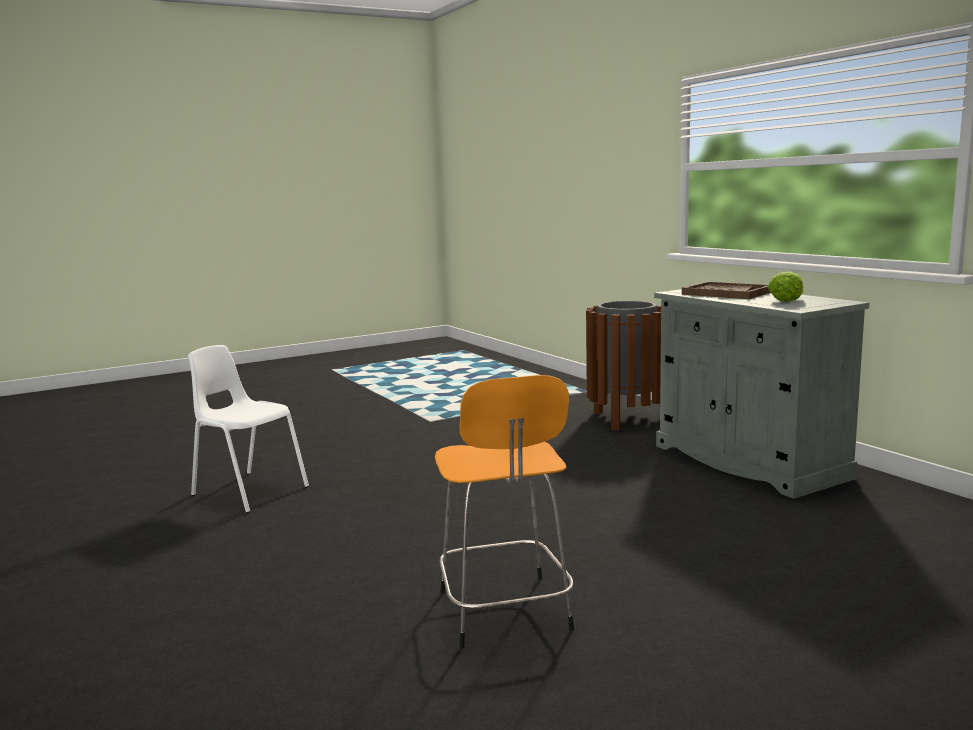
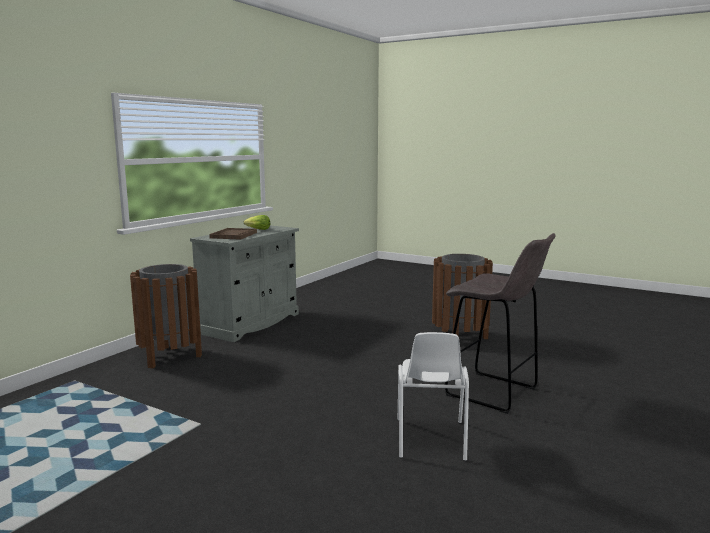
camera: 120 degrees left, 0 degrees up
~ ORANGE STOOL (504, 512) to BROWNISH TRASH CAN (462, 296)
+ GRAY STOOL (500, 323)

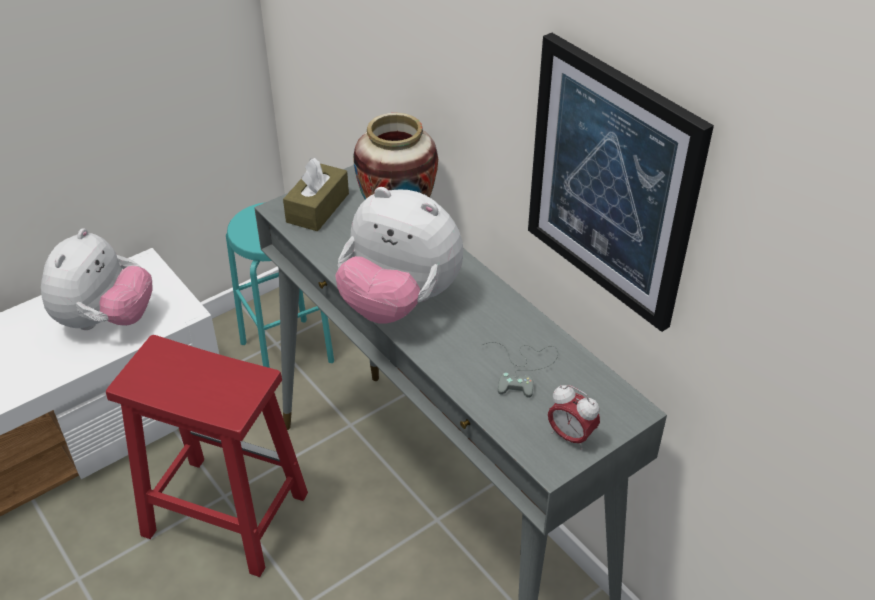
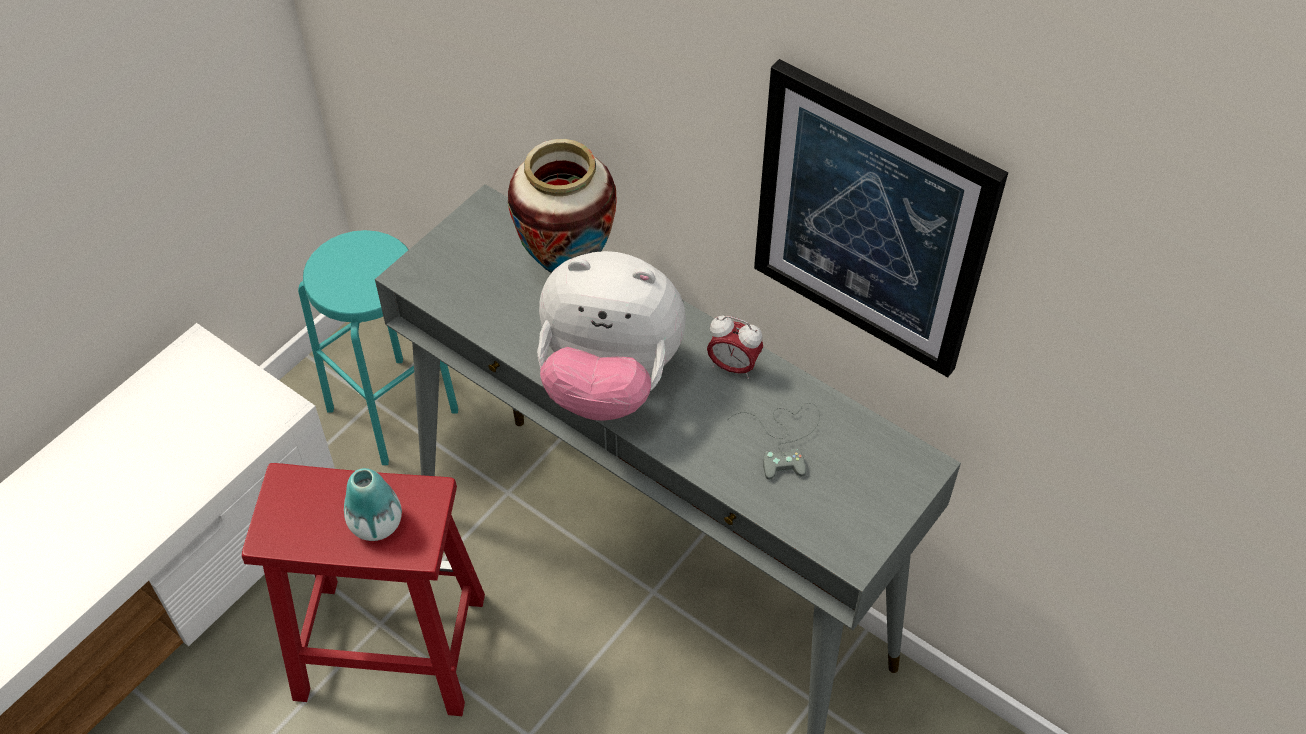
camera: 15 degrees left, 10 degrees up
- BROWNISH BOX OF TISSUES (316, 194)
- PLUSH TOY (96, 279)
~ ALARM CLOCK (574, 417) to (735, 347)
+ DECORATIVE VASE (373, 504)

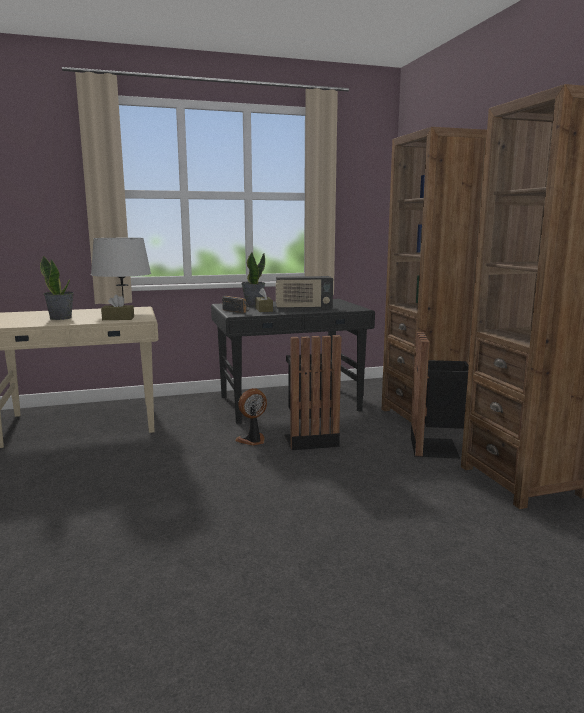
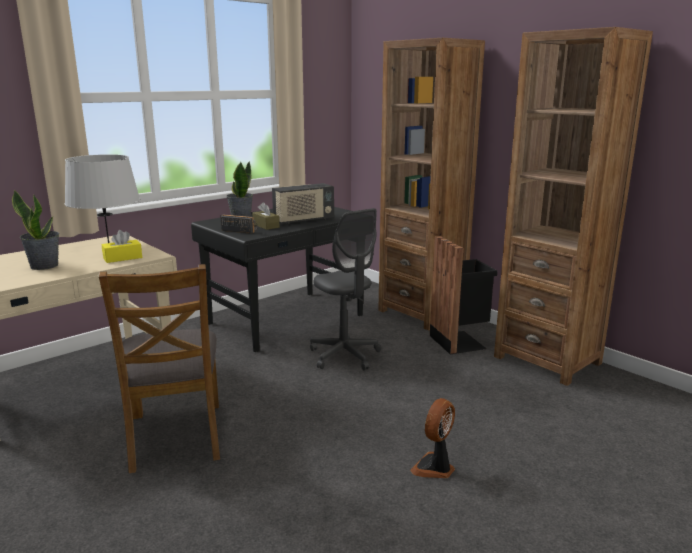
camera: 25 degrees left, 5 degrees up
~ BROWNISH BOX OF TISSUES (117, 307) to YELLOW-COLOURED BOX OF TISSUES (122, 246)
~ BLACKISH TRASH CAN (312, 392) to GRAY OFFICE CHAIR (345, 289)
~ COOLING FAN (251, 417) to (432, 438)
+ BROWNISH PLAIN CHAIR (159, 368)

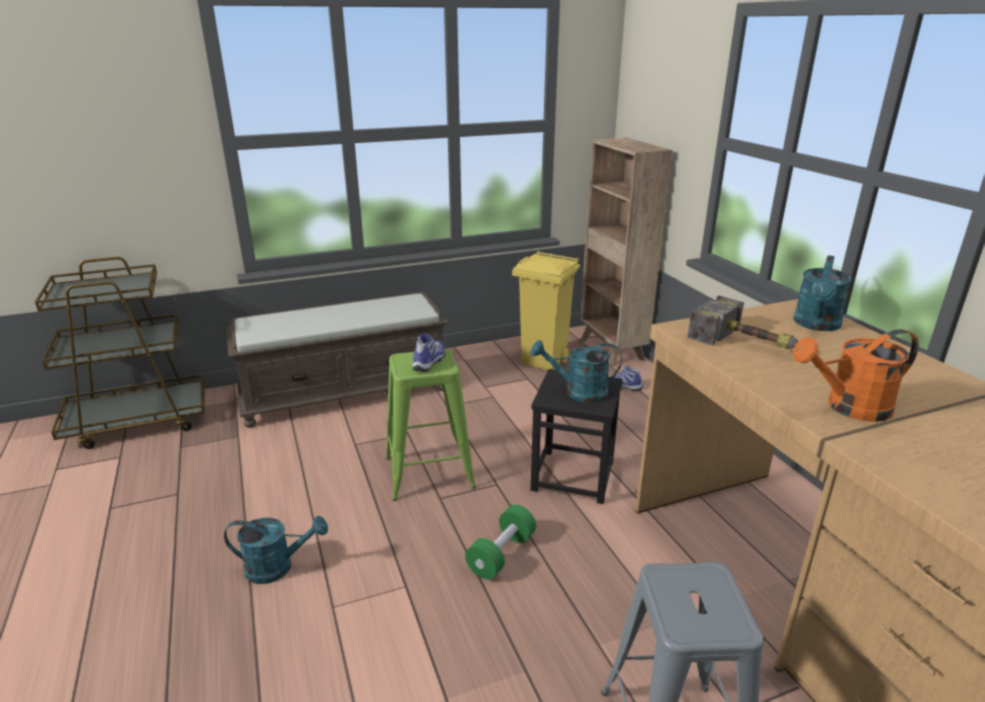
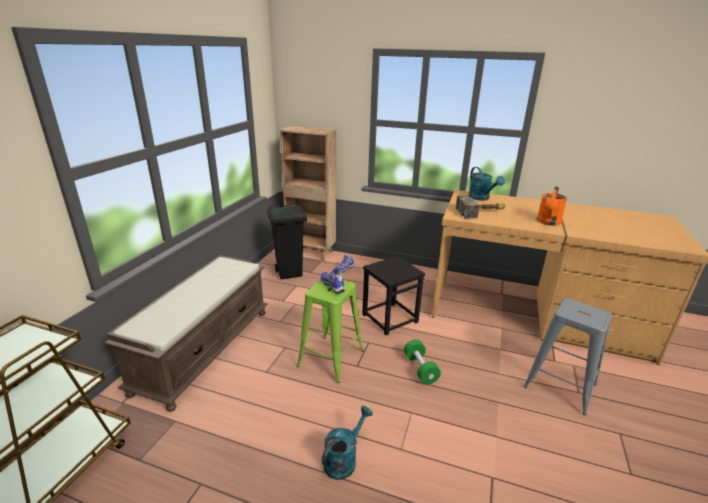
camera: 50 degrees left, 0 degrees up
~ YELLOW-COLOURED TRASH CAN (546, 310) to BLACKISH TRASH CAN (287, 241)
- BLUE-GREEN SPRINKLING CAN (576, 371)

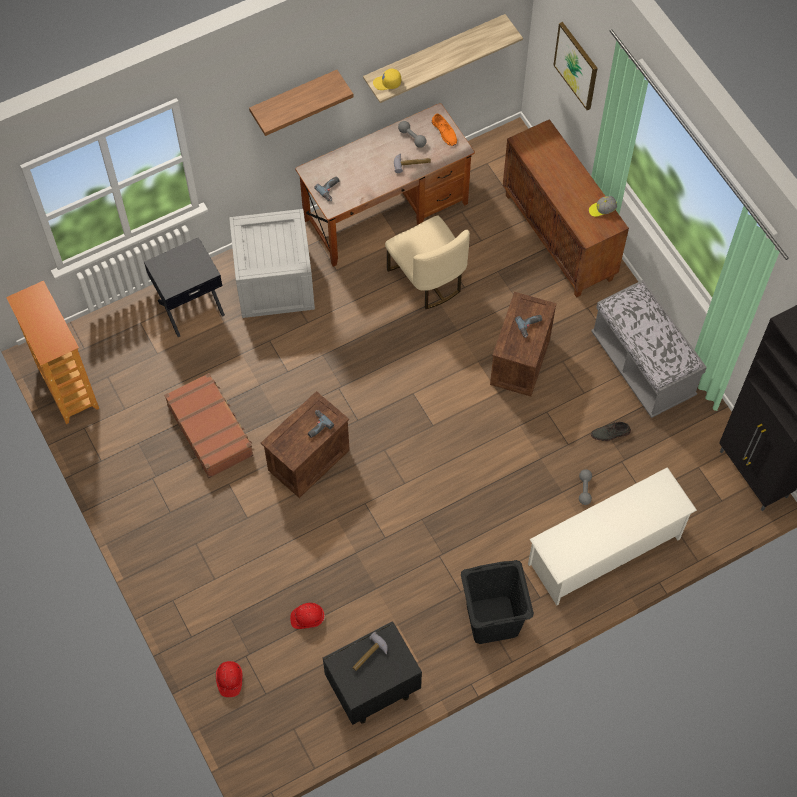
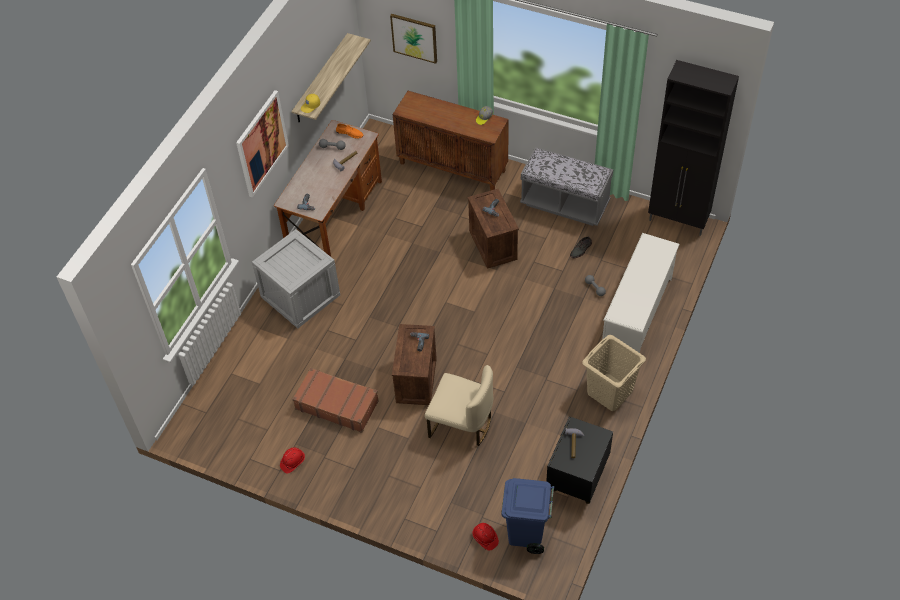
camera: 35 degrees left, 10 degrees down
~ SHELF (301, 103) to WALL PICTURE (262, 143)
~ BEIGE-COLOURED PLAIN CHAIR (427, 262) to (459, 405)
- BLACKISH NIGHT TABLE (184, 287)
- BOOKCASE (52, 352)
~ BLACKISH WASHING BASKET (497, 602) to BEIGE-COLOURED WASHING BASKET (614, 373)
~ REDDISH SAFETY HELMET (307, 616) to (292, 460)
+ BLUE TRASH CAN (527, 516)

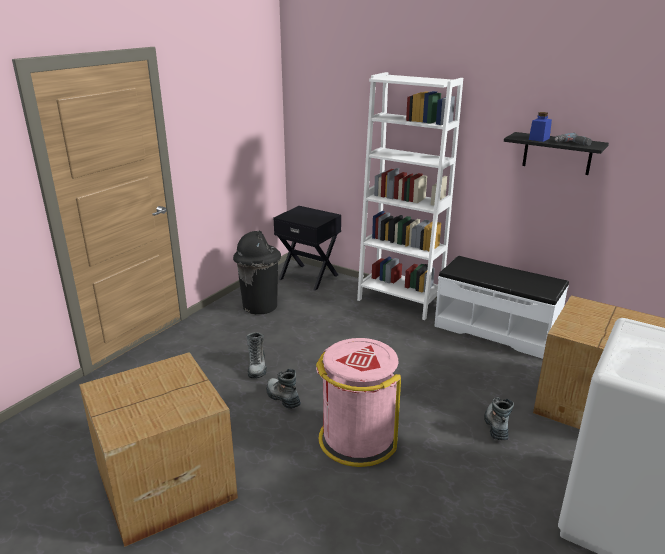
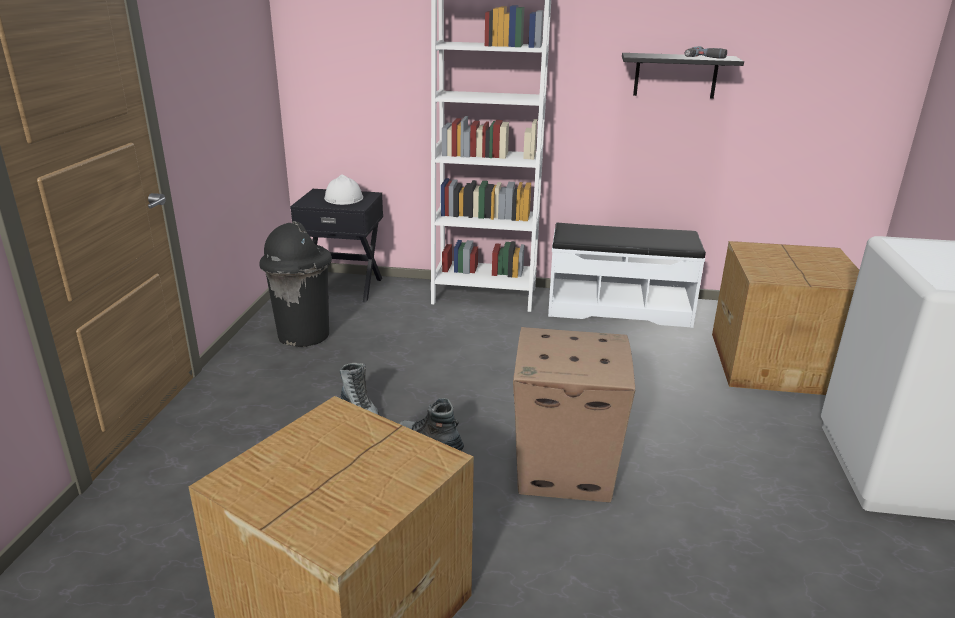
camera: 25 degrees left, 0 degrees up
- BLUE JAR (540, 127)
~ PINK TRASH CAN (358, 402) to CARDBOARD BOX (574, 414)
- BOOT (499, 418)
+ WHITE-COLOURED SAFETY HELMET (343, 189)

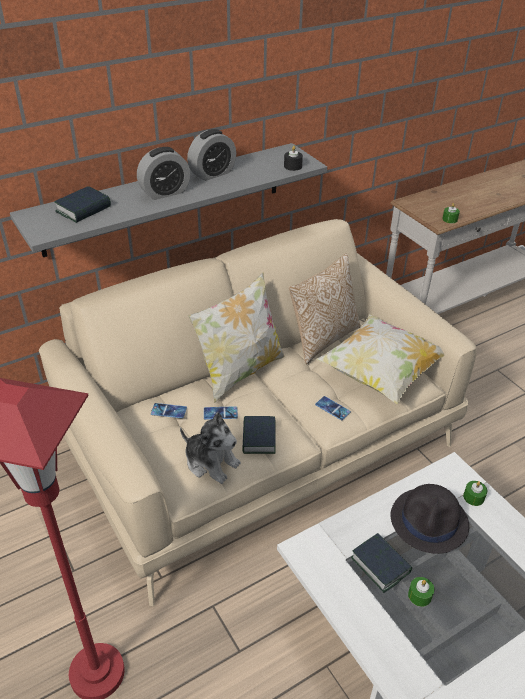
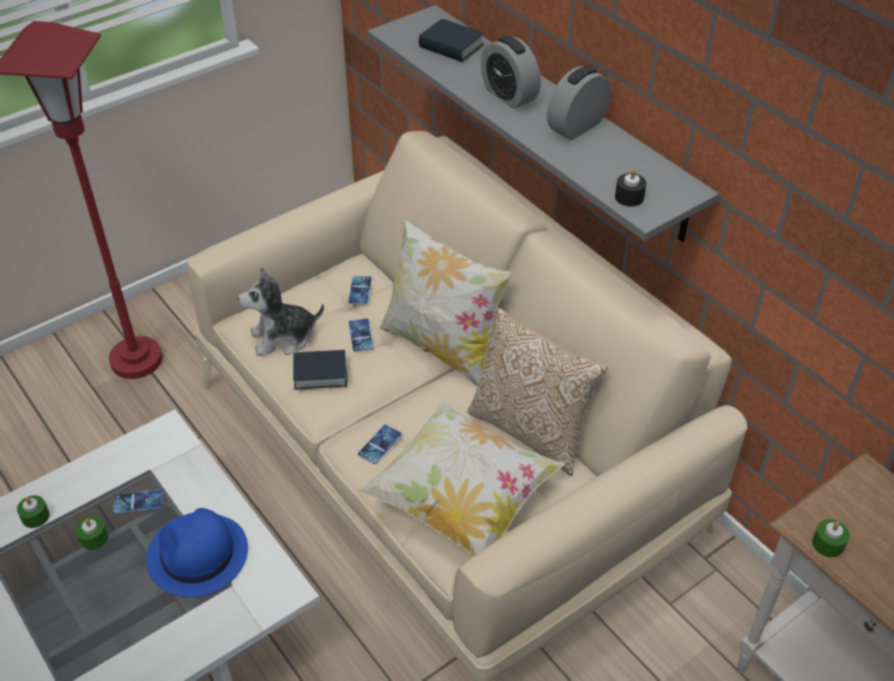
camera: 85 degrees right, 5 degrees up
~ ALARM CLOCK (211, 155) = (579, 103) 90 degrees clockwise
~ PLUSH TOY (210, 448) = (281, 311) 45 degrees clockwise
~ GREEN-COLOURED CANDLE (475, 493) to (33, 511)
~ BLACKISH CLOTHING HAT (429, 519) to BLUE CLOTHING HAT (197, 552)
~ BOUND BOOK (381, 563) to PHONE (138, 501)

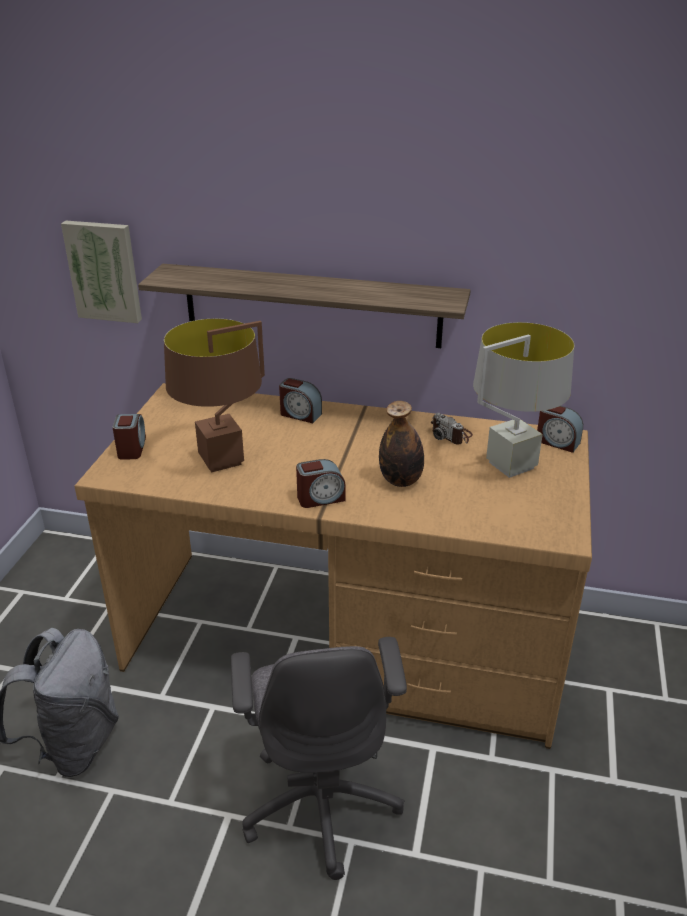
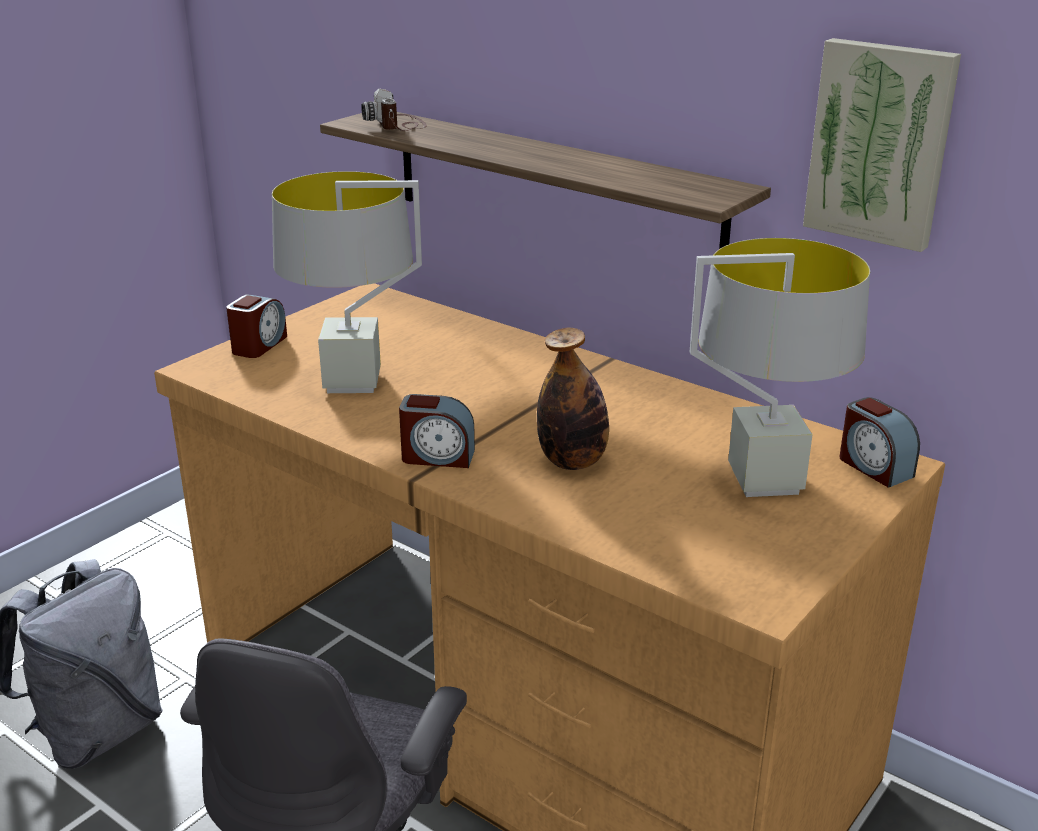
camera: 25 degrees right, 5 degrees down
~ WALL PICTURE (101, 272) to (882, 145)
~ BROWNISH LAMP FOR A TABLE (214, 395) to GRAY LAMP FOR A TABLE (347, 282)
- ALARM CLOCK (300, 400)
~ STILL CAMERA (452, 429) to (394, 109)

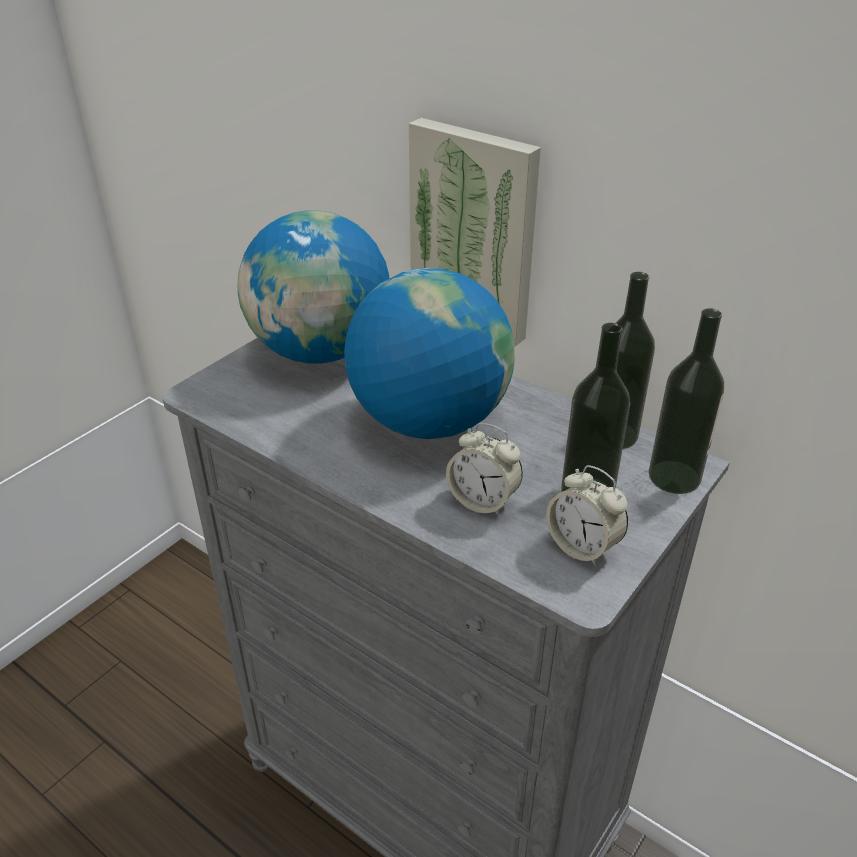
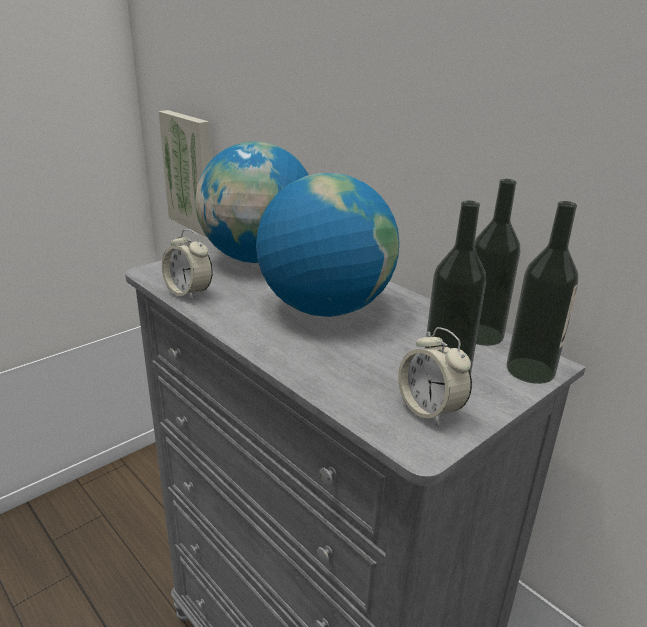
camera: 10 degrees right, 10 degrees down
~ WALL PICTURE (475, 232) to (184, 173)
~ ALARM CLOCK (484, 470) to (187, 264)

